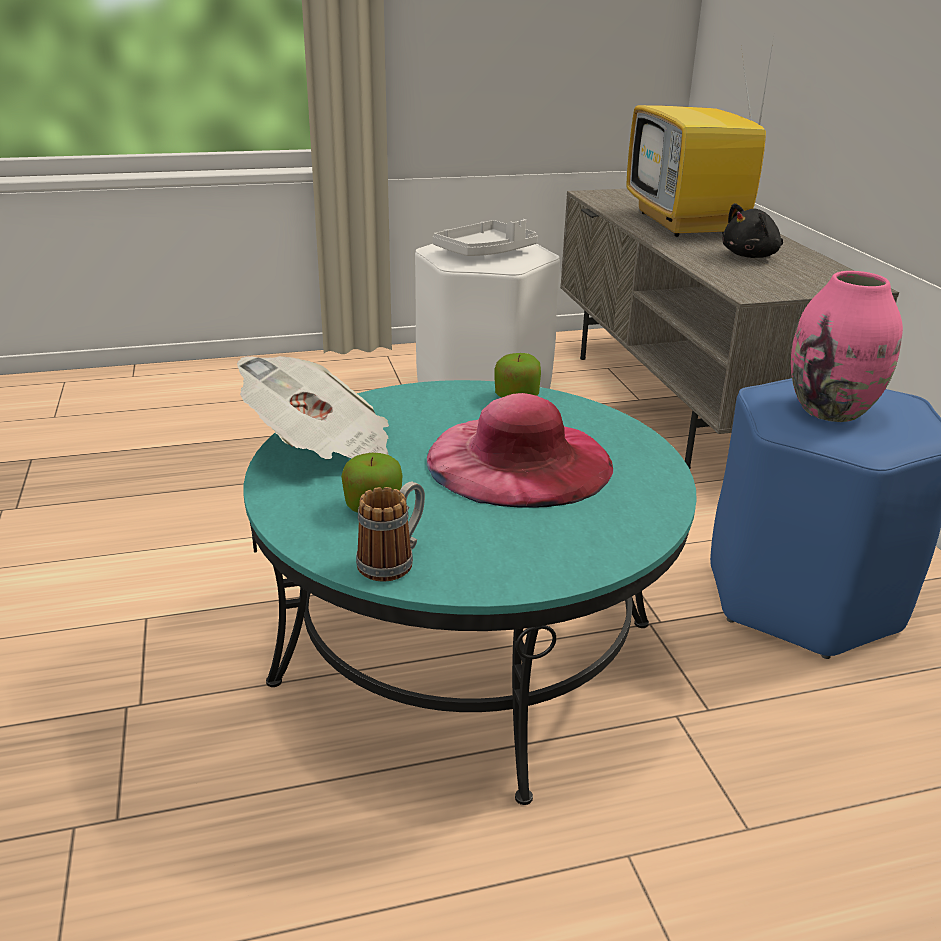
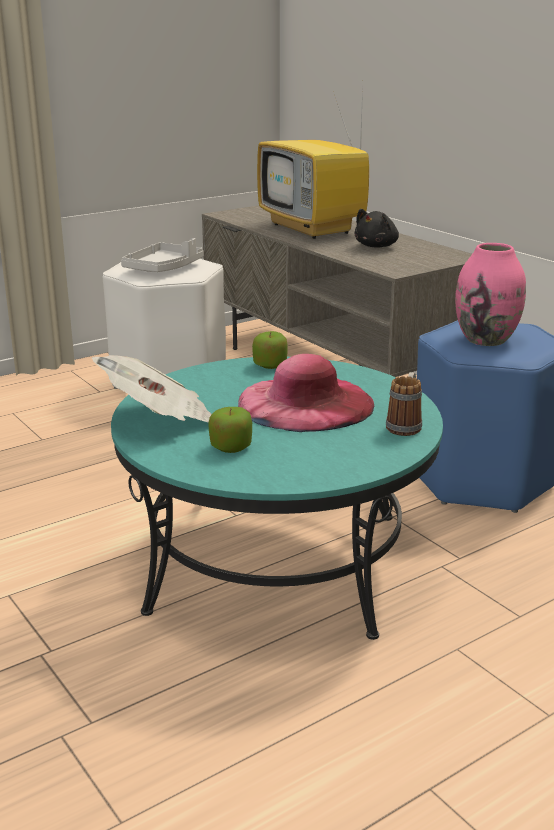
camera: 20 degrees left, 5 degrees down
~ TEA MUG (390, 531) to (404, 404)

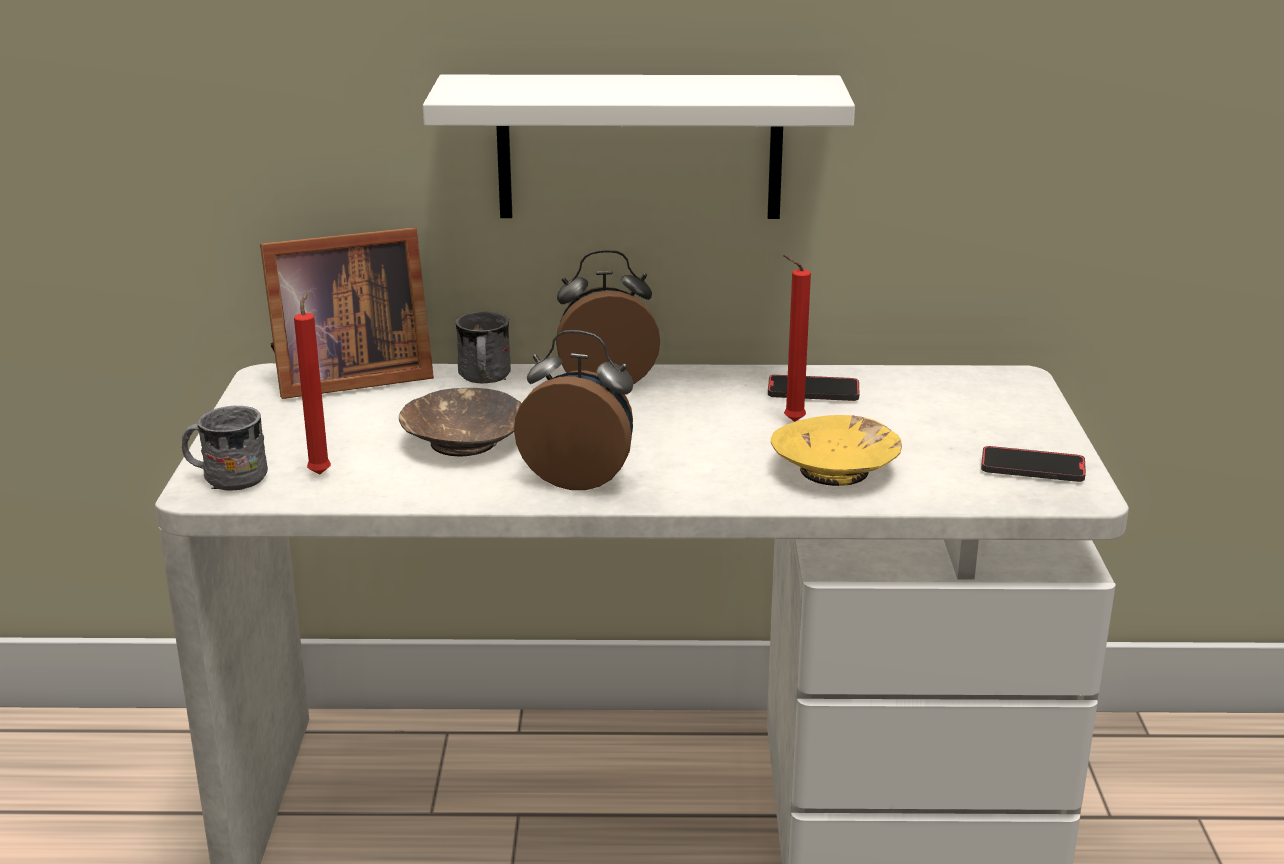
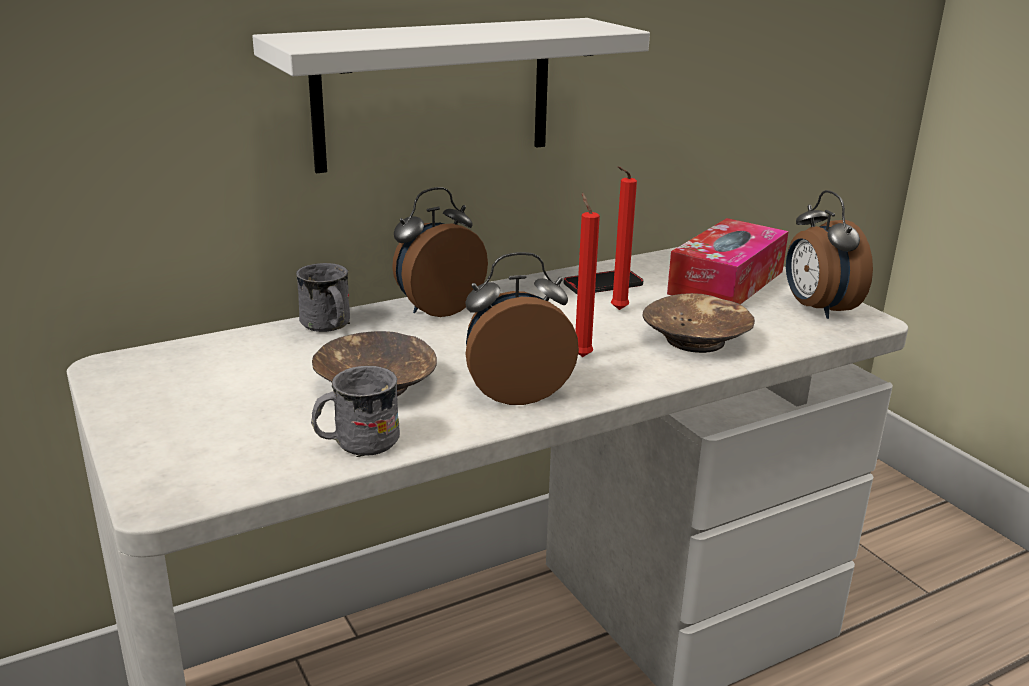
camera: 30 degrees left, 0 degrees up
- STANDING FRAME (347, 313)
~ REDDISH CANDLE (312, 382) to (587, 274)
~ GRAY TEA MUG (225, 448) to (355, 411)
~ YELLOW-COLOURED SERVING BOWL (836, 450) to BROWNISH SERVING BOWL (699, 323)
~ PHONE (1033, 464) to ALARM CLOCK (829, 254)
+ BOX OF TISSUES (728, 261)

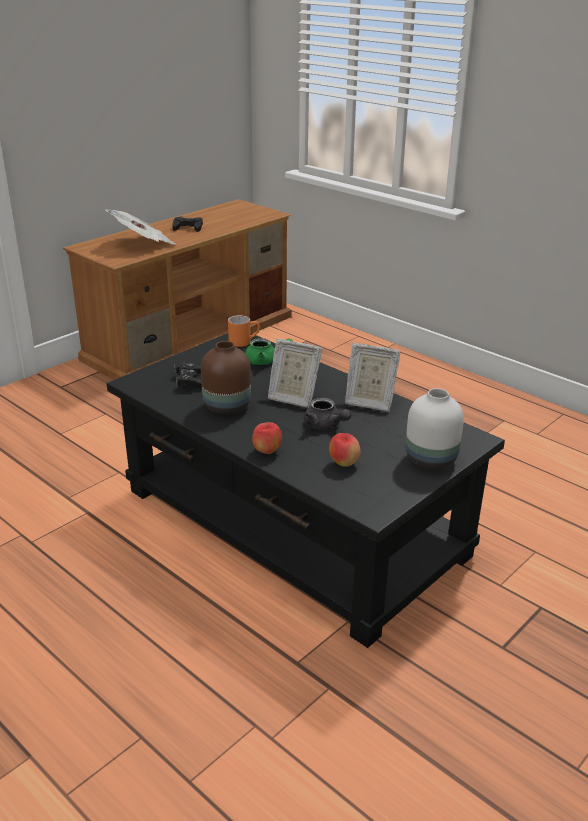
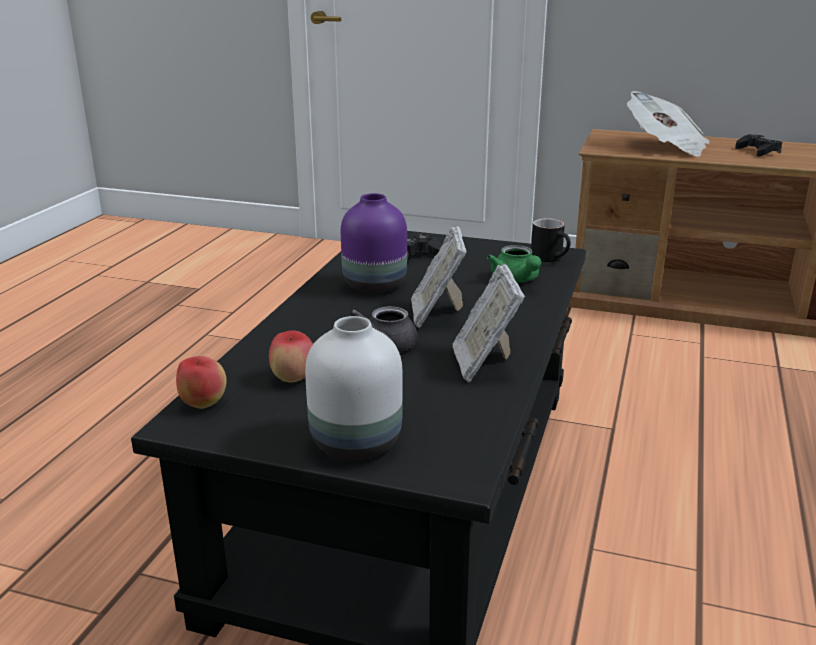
camera: 65 degrees right, 5 degrees down
~ ORANGE TEA MUG (244, 331) to BLACKISH TEA MUG (551, 240)
~ BROWNISH DECORATIVE VASE (226, 377) to PURPLE-COLOURED DECORATIVE VASE (374, 243)
~ APPLE FRUIT (267, 438) to (201, 382)

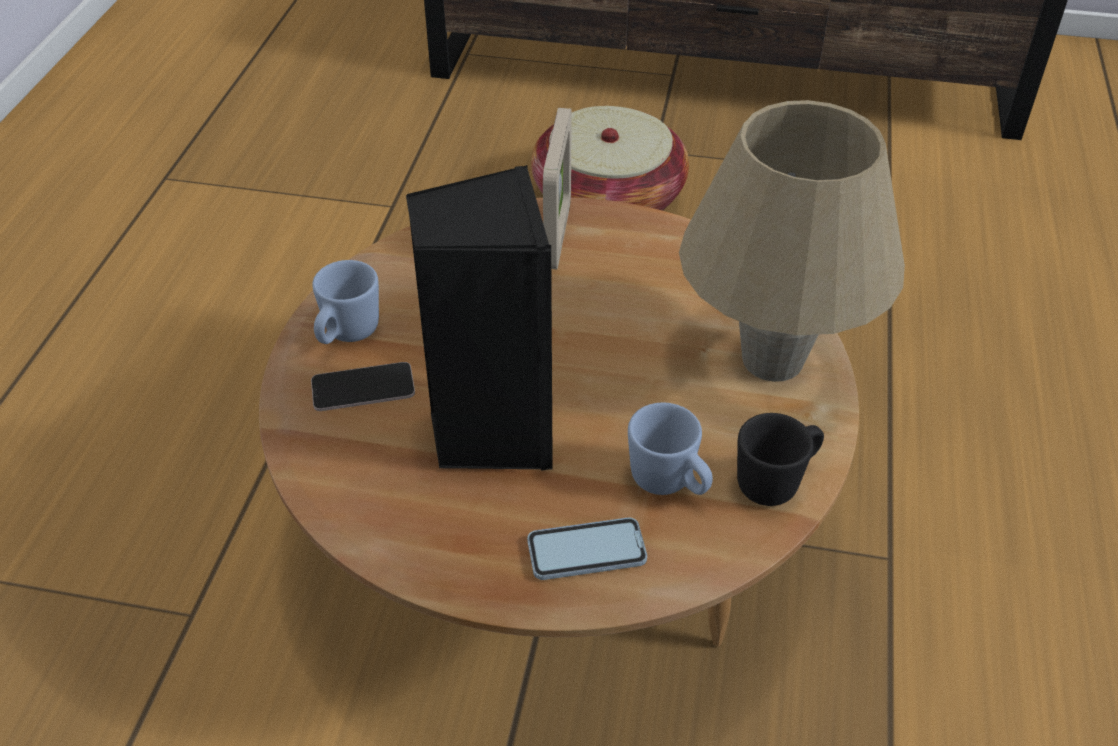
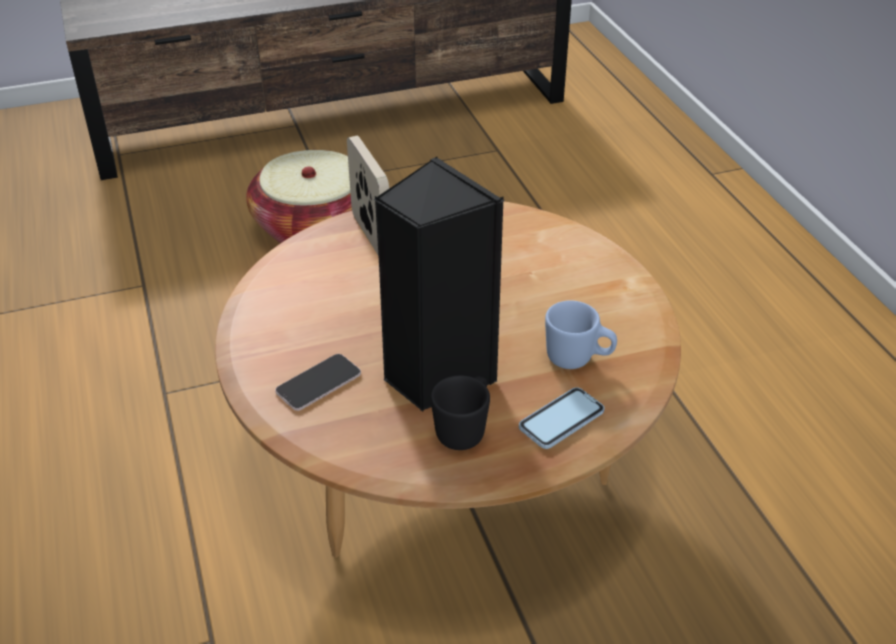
camera: 30 degrees left, 5 degrees down
- BEIGE-COLOURED LAMP FOR A TABLE (792, 241)
- BLUE TEA MUG (345, 302)
~ BLACKISH TEA MUG (780, 459) to (460, 412)

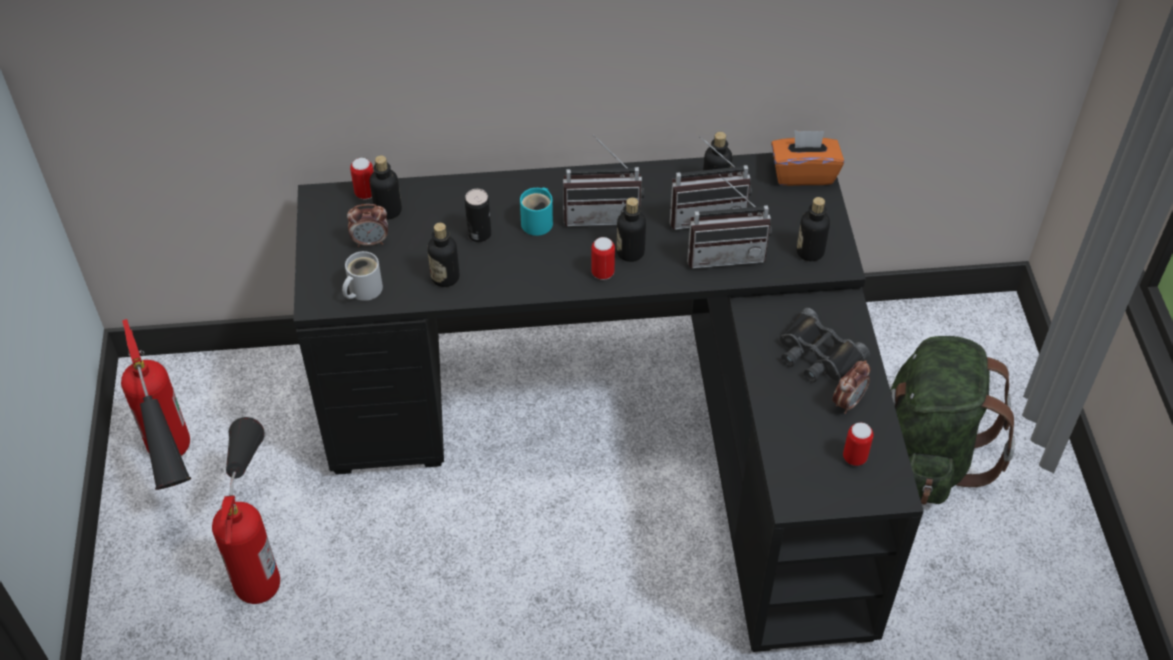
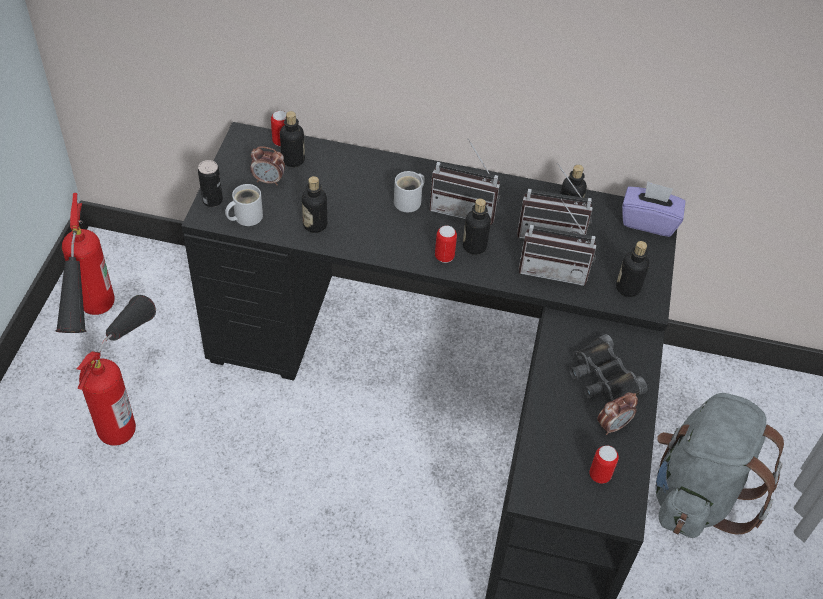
camera: 15 degrees right, 0 degrees up
~ ORANGE BOX OF TISSUES (807, 158) to PURPLE-COLOURED BOX OF TISSUES (653, 209)
~ BLUE-GREEN TEA MUG (536, 211) to WHITE-COLOURED TEA MUG (409, 191)
~ METAL CAN (478, 215) to (210, 183)
~ GREEN-COLOURED RUCKSACK (953, 420) to GRAY RUCKSACK (719, 465)

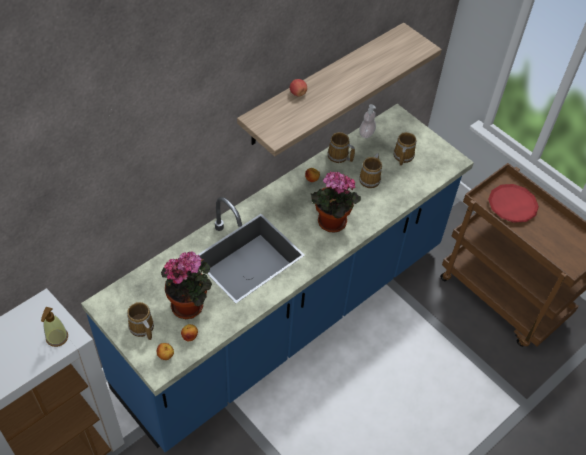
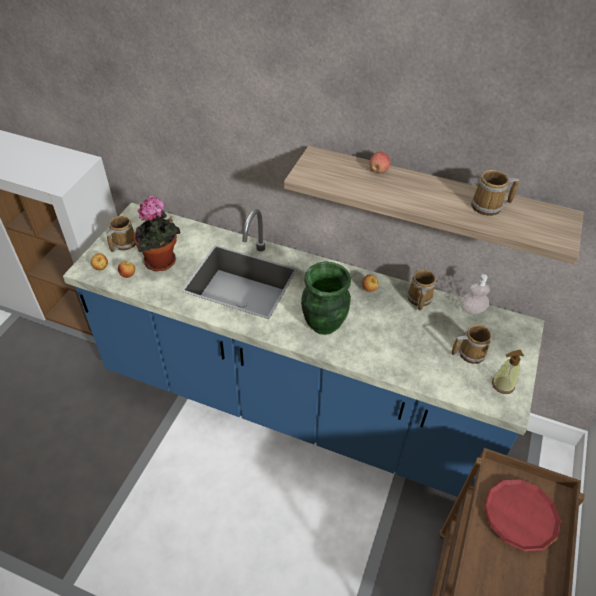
camera: 65 degrees right, 5 degrees down
~ TEA MUG (370, 170) to (495, 193)
~ PLANT IN A POT (335, 202) to GREEN-COLOURED DECORATIVE VASE (326, 298)
~ SOAP DISPENSER (54, 327) to (508, 372)

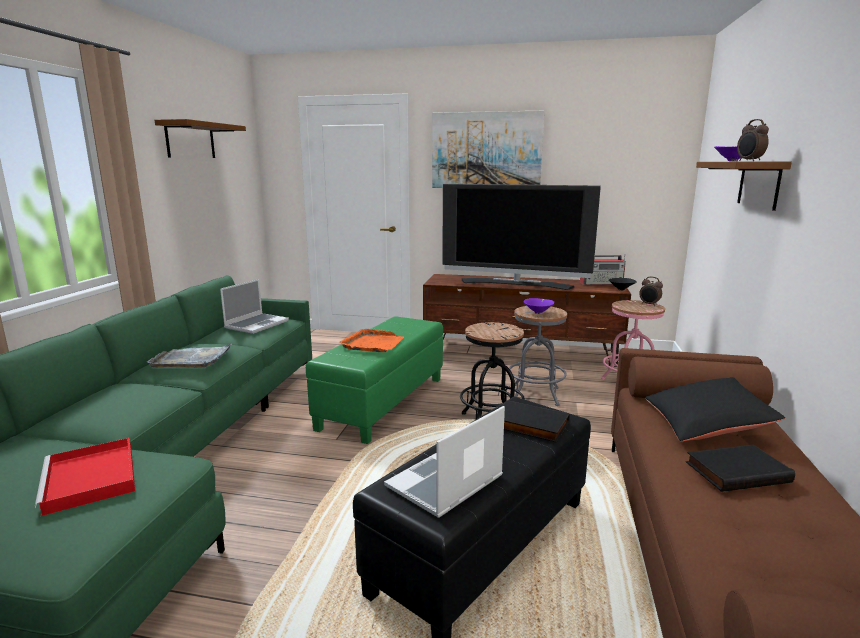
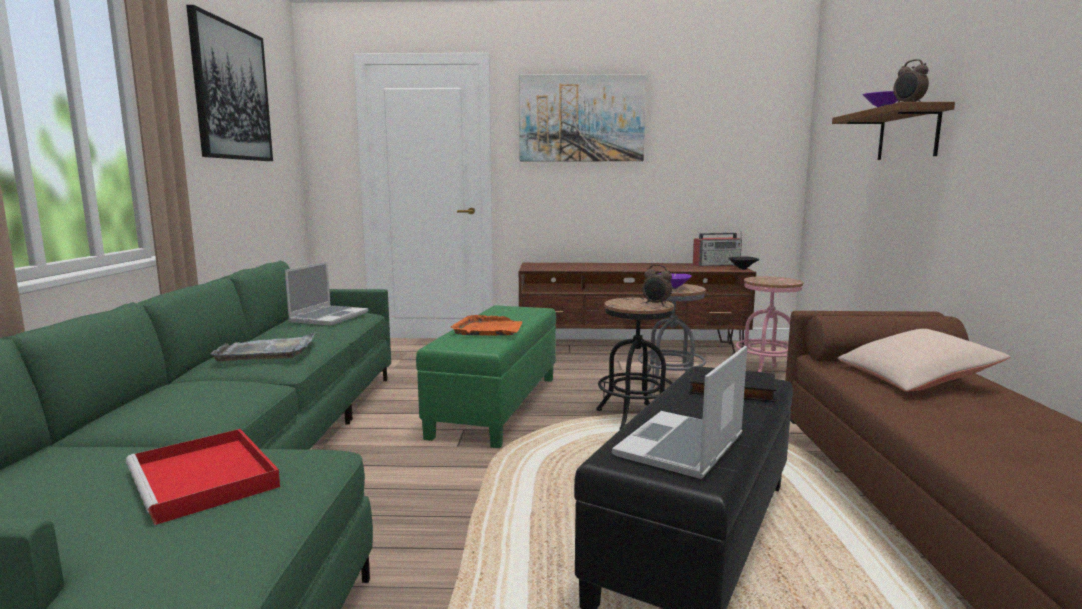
camera: 10 degrees left, 5 degrees down
~ BROWNISH SHELF (200, 138) to WALL PICTURE (229, 83)
- TV SET (521, 237)
~ ALARM CLOCK (651, 291) to (657, 285)
~ BLACKISH CUSHION (715, 409) to BEIGE-COLOURED CUSHION (923, 360)
- BLACKISH BOUND BOOK (740, 468)

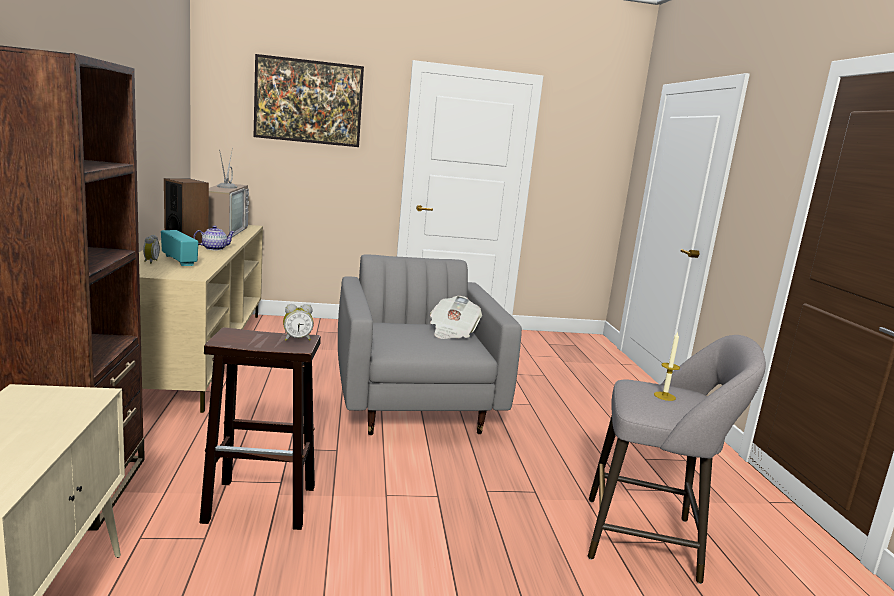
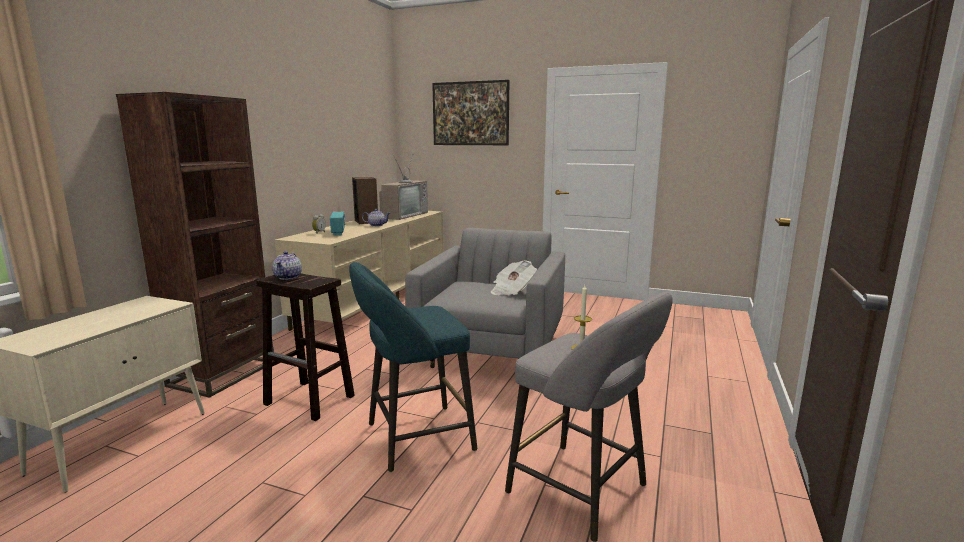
camera: 30 degrees right, 0 degrees up
- ALARM CLOCK (298, 322)
+ TEAPOT (287, 265)
+ BLUE-GREEN STOOL (413, 367)

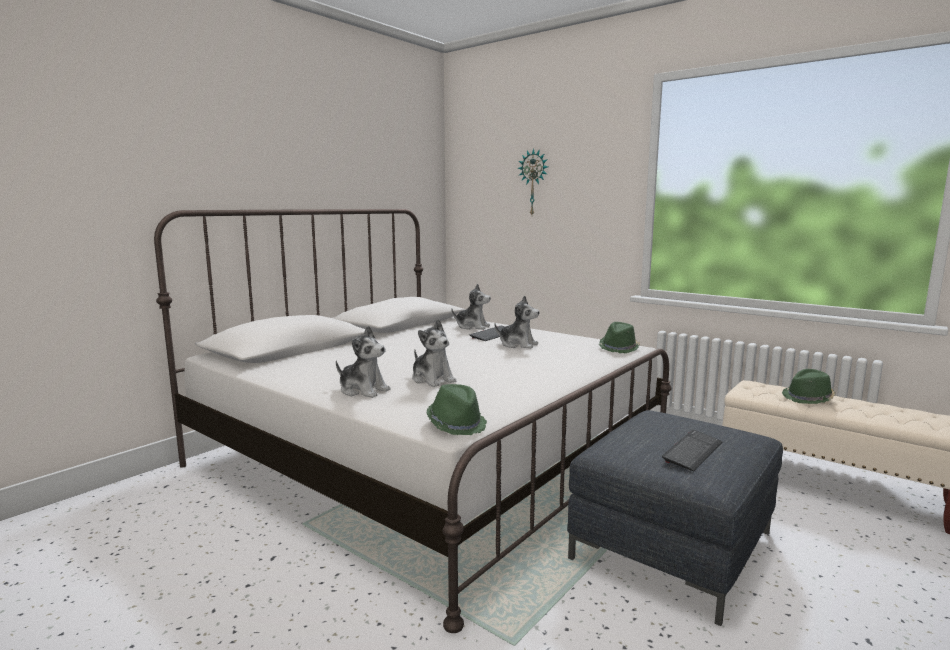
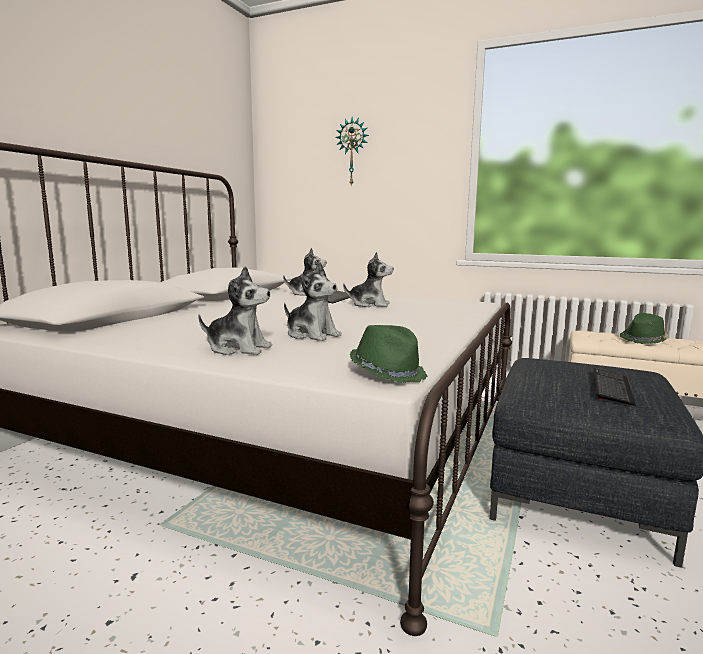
camera: 15 degrees left, 0 degrees up
- GREEN-COLOURED CLOTHING HAT (619, 337)

